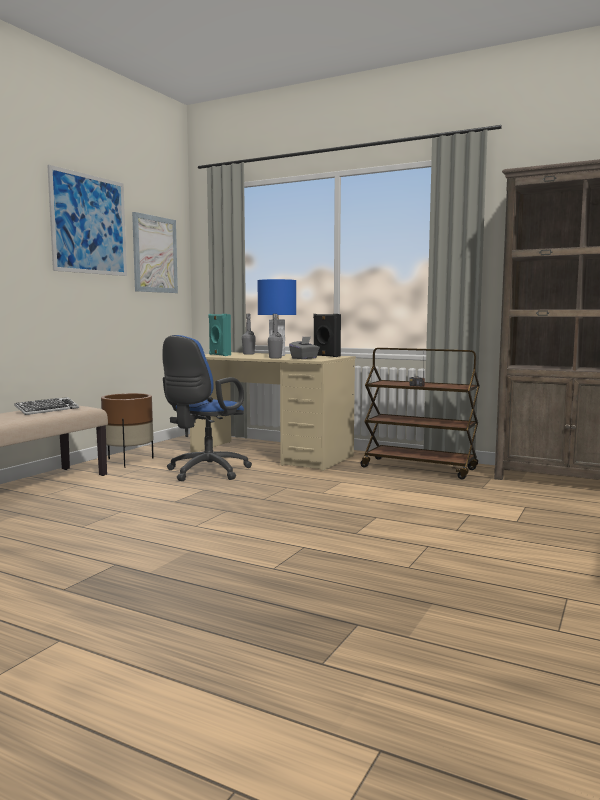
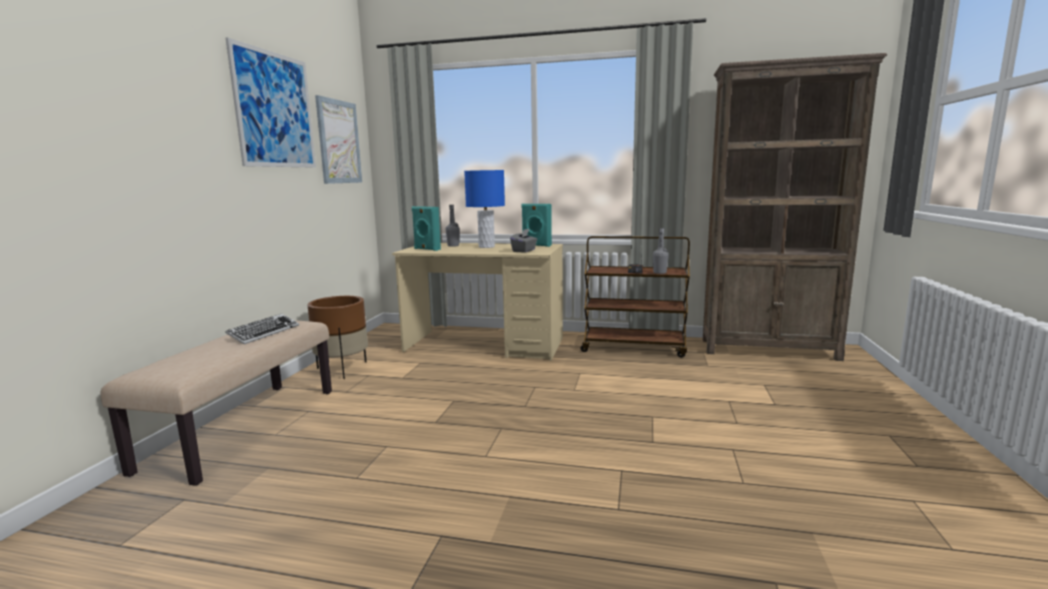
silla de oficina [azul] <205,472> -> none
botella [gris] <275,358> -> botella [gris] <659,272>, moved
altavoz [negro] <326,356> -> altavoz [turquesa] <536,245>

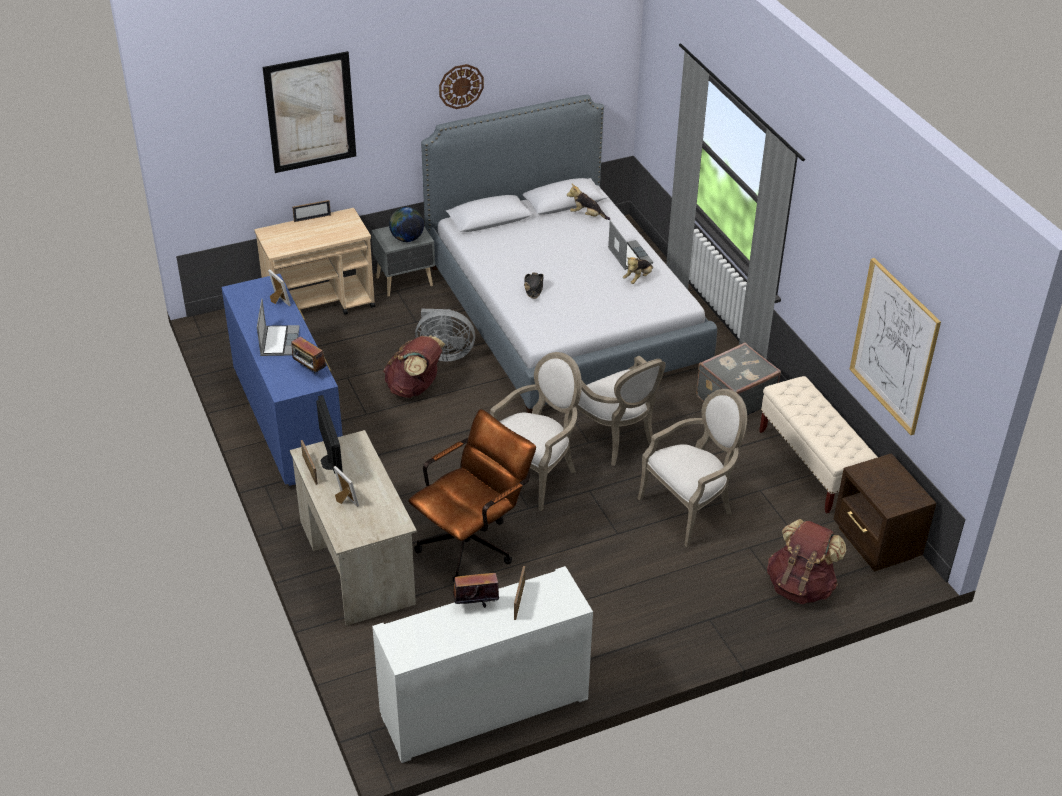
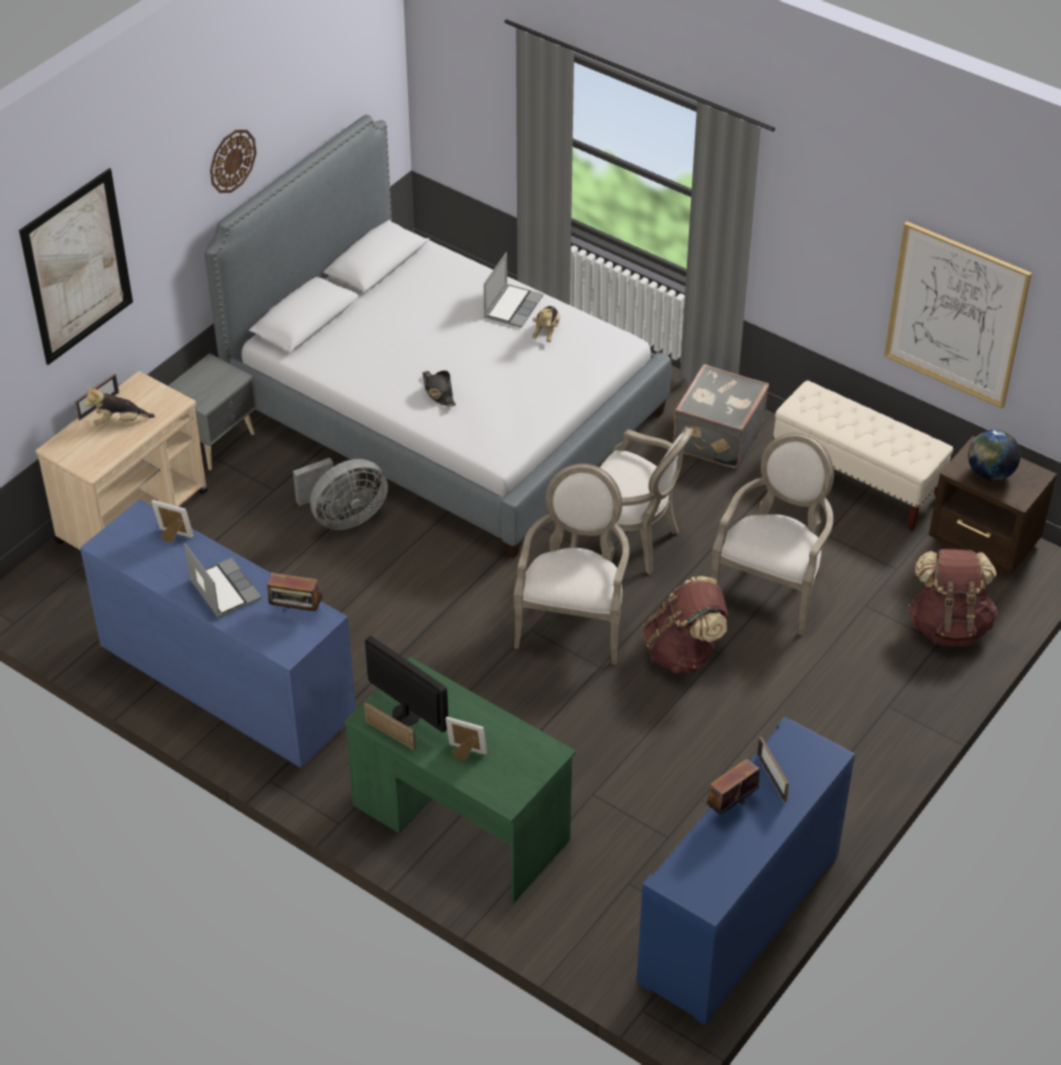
silla de oficina [marrón] <473,542> -> none
mochila [marrón] <415,388> -> mochila [marrón] <684,653>, moved
globo terráqueo <407,239> -> globo terráqueo <990,473>, moved
peluche <587,215> -> peluche <119,422>, moved
escritorio [beis] <356,562> -> escritorio [verde] <460,822>
armario [blanco] <484,706> -> armario [azul] <739,918>
portátil <629,256> -> portátil <512,306>, 75 degrees clockwise

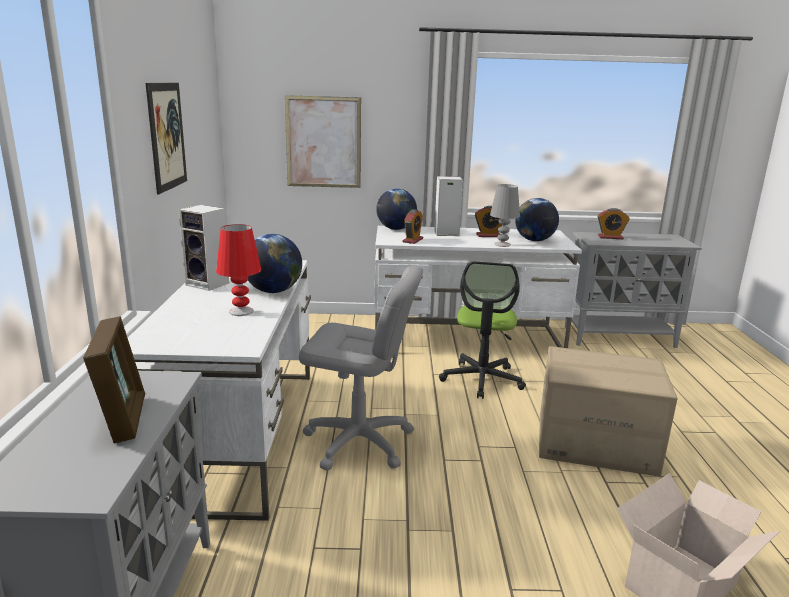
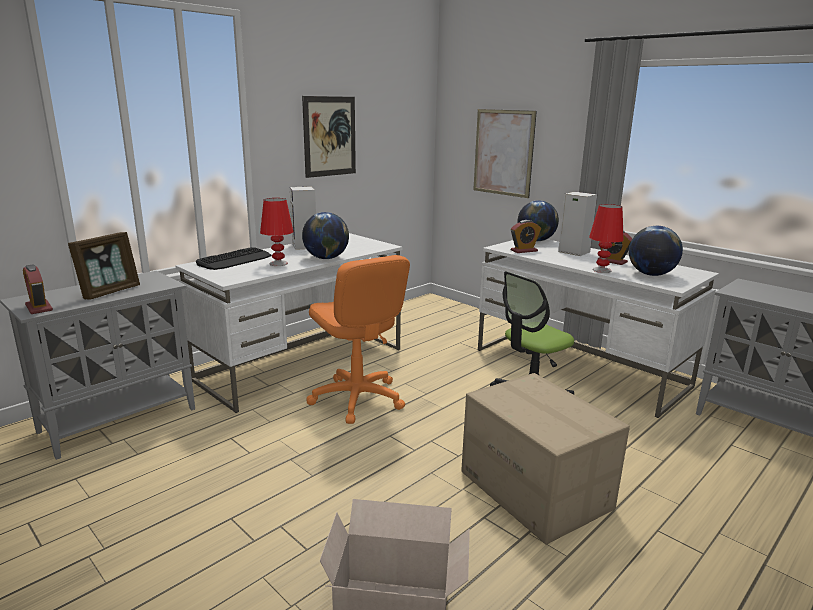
none -> teclado <235,260>
despertador <610,237> -> despertador <39,308>, moved
silla de oficina [gris] <359,442> -> silla de oficina [naranja] <357,399>
lámpara de mesa [gris] <502,244> -> lámpara de mesa [rojo] <601,270>

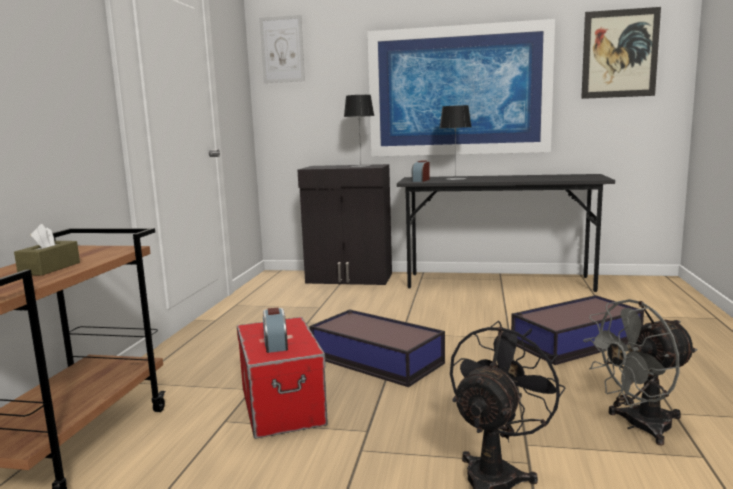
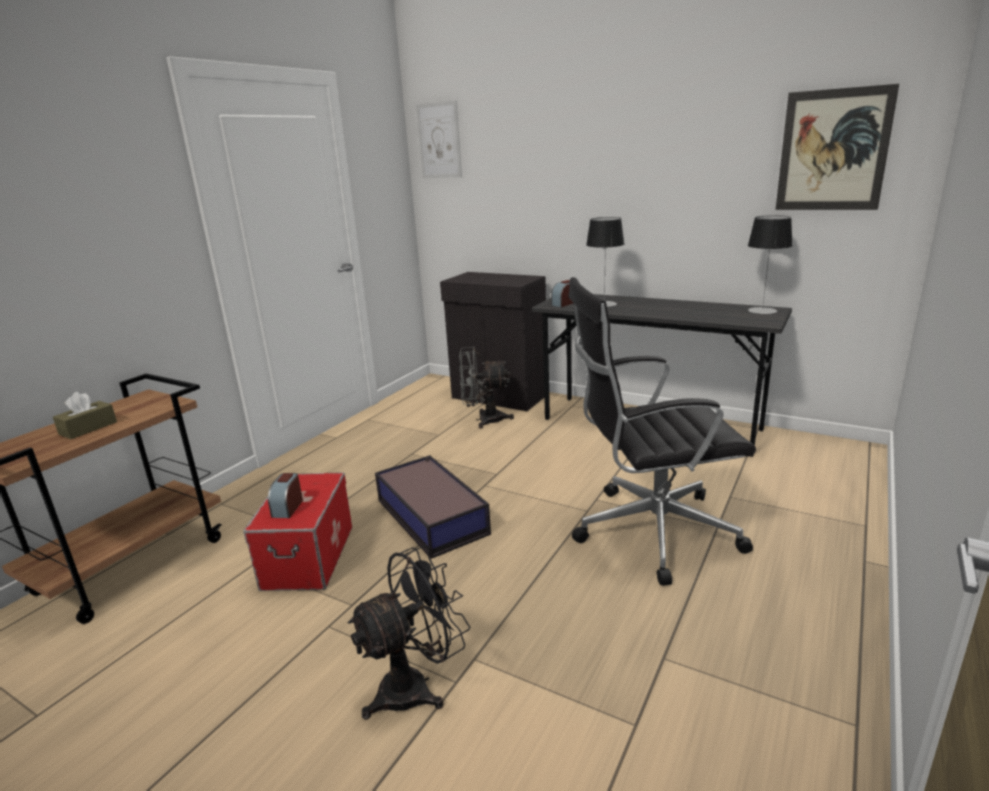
cuadro <458,91> -> none
lámpara de mesa <360,166> -> lámpara de mesa <762,311>, moved
ventilador [gris] <638,426> -> ventilador [gris] <484,420>, moved
caja de almacenaje <574,342> -> silla de oficina [negro] <651,531>

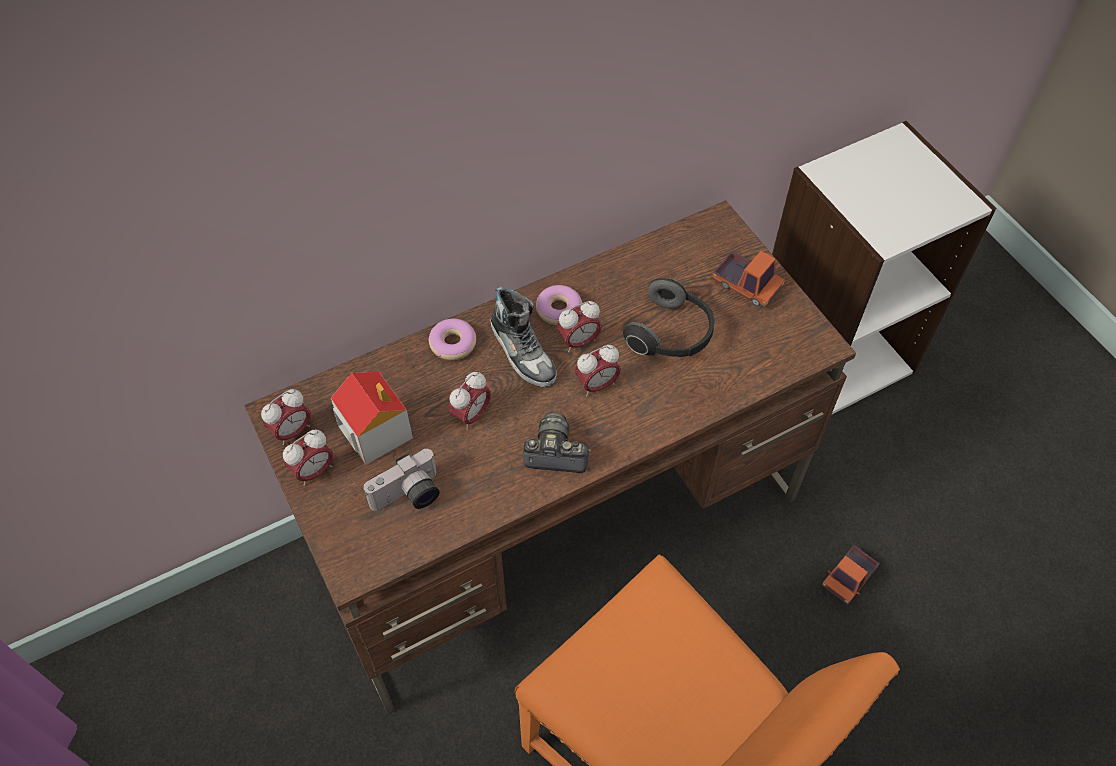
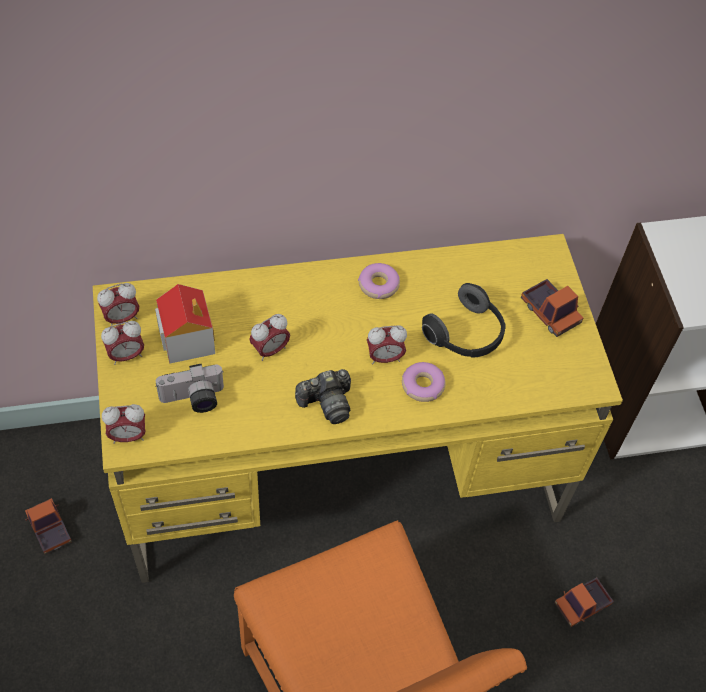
zapato <523,351> -> none
none -> camión de juguete <49,529>
rosquilla <452,343> -> rosquilla <422,385>, moved
despertador <578,341> -> despertador <128,436>, moved
escritorio [marrón] <557,522> -> escritorio [amarillo] <343,472>
cámara <555,453> -> cámara <327,403>, 135 degrees clockwise

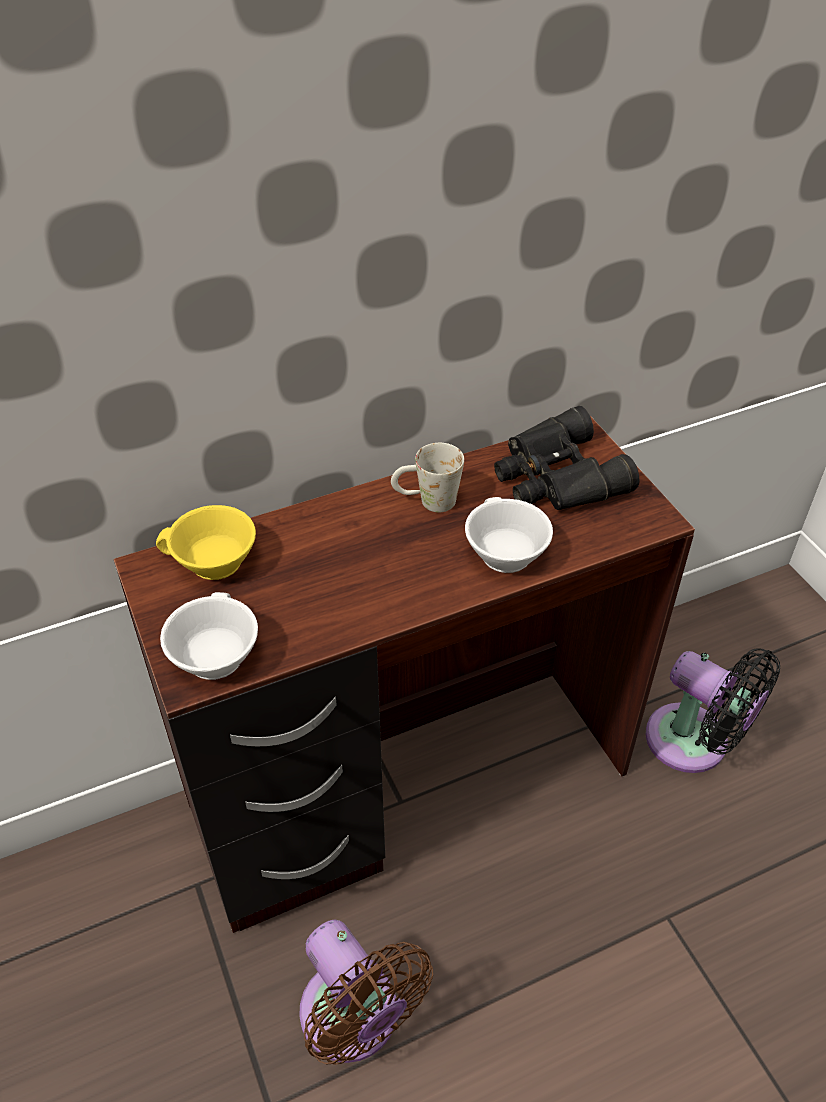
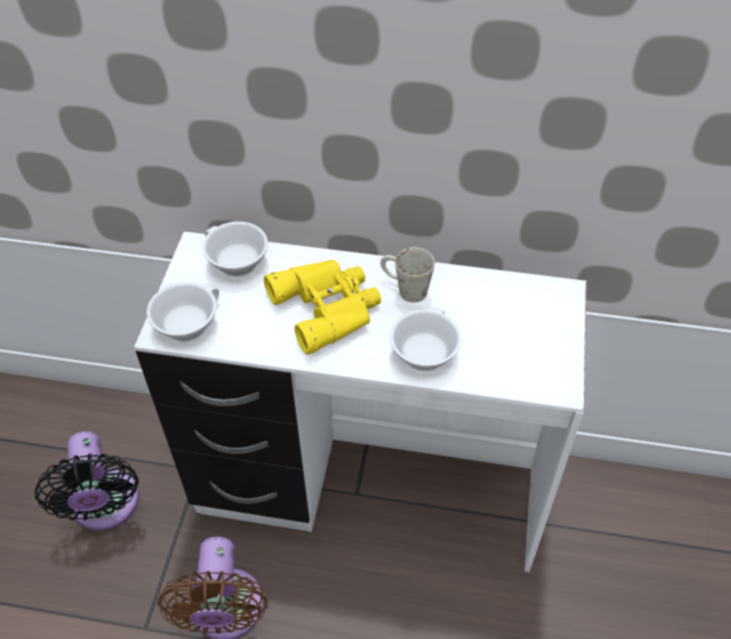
prismáticos [negro] <556,477> -> none
none -> prismáticos [amarillo] <328,307>
ventilador [negro] <694,744> -> ventilador [negro] <105,507>, moved
escritorio [marrón] <412,791> -> escritorio [blanco] <369,492>
taza [amarillo] <212,563> -> taza [blanco] <235,263>

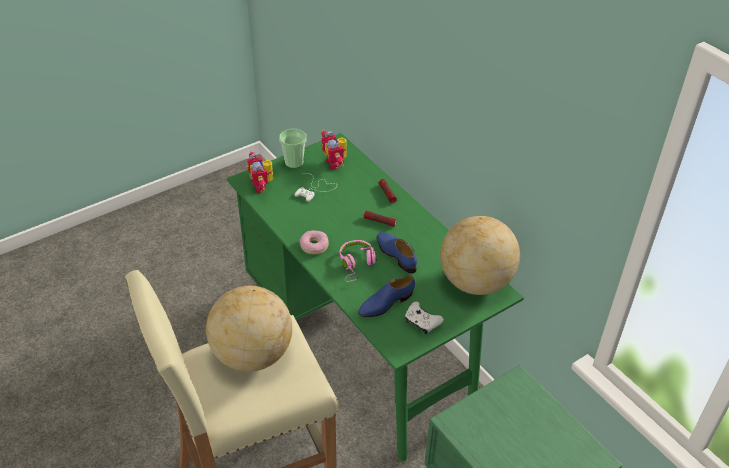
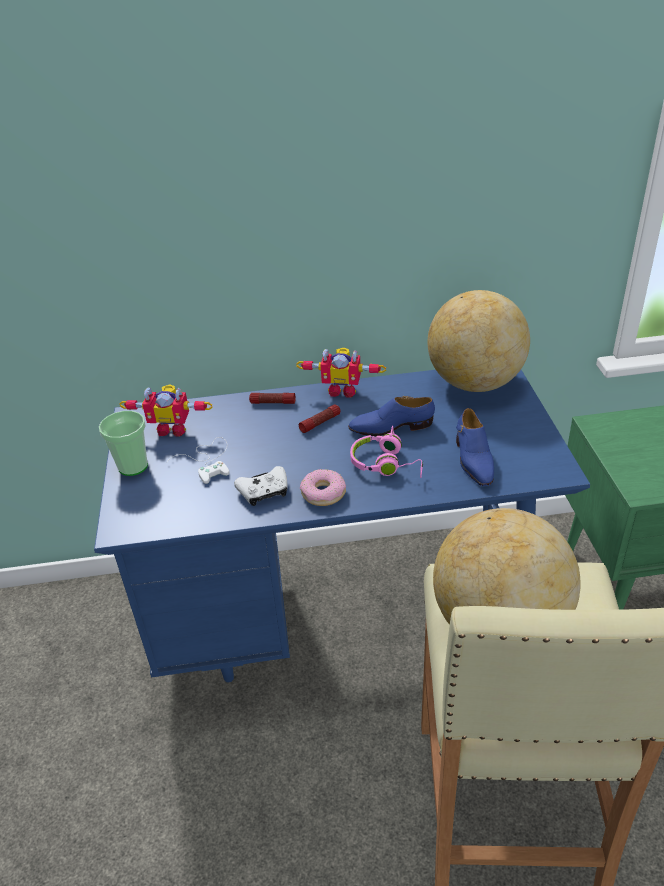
robot de juguete <262,186> -> robot de juguete <342,390>, moved
mando de consola [blanco] <422,322> -> mando de consola [blanco] <264,492>, moved
escritorio [verde] <363,349> -> escritorio [azul] <343,613>

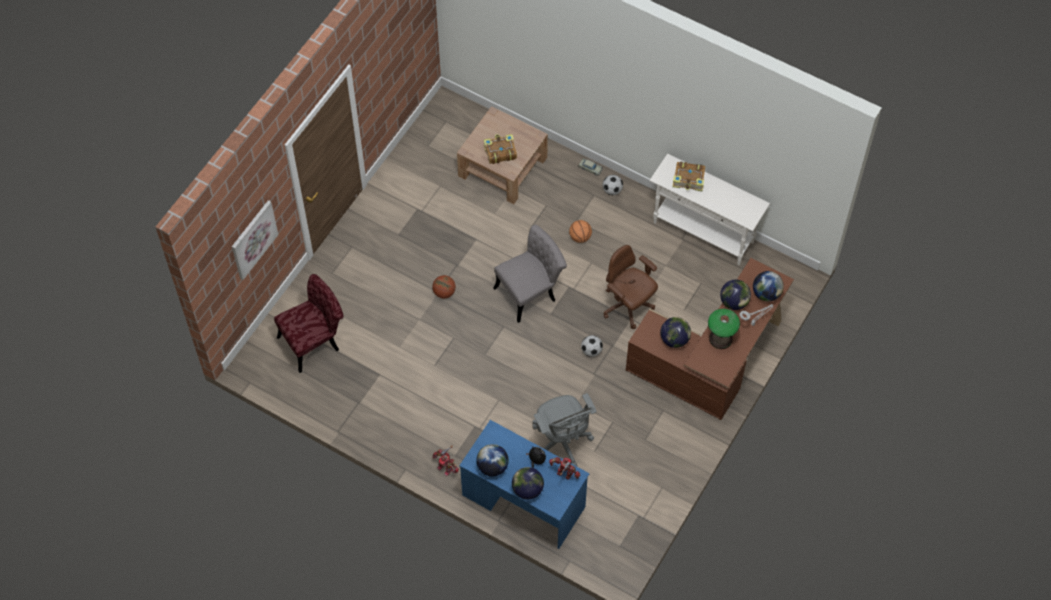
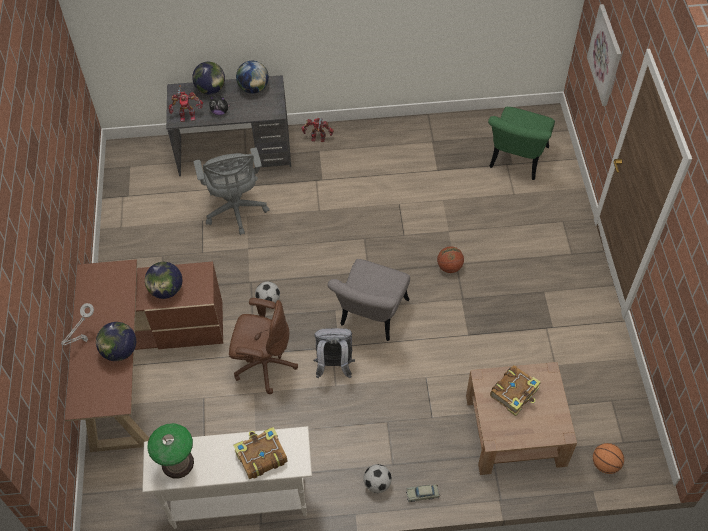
globo terráqueo <766,293> -> none
none -> mochila [gris] <334,366>
balón de baloncesto <580,237> -> balón de baloncesto <605,464>, moved
lámpara de mesa <720,339> -> lámpara de mesa <177,462>, moved
silla [rojo] <314,341> -> silla [verde] <516,162>
escritorio [azul] <523,501> -> escritorio [gris] <235,152>
silla de oficina [gris] <562,442> -> silla de oficina [gris] <236,211>, 135 degrees counterclockwise

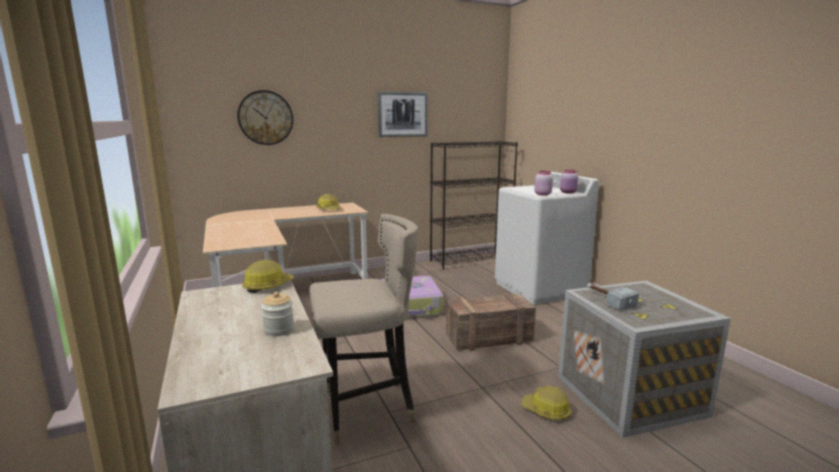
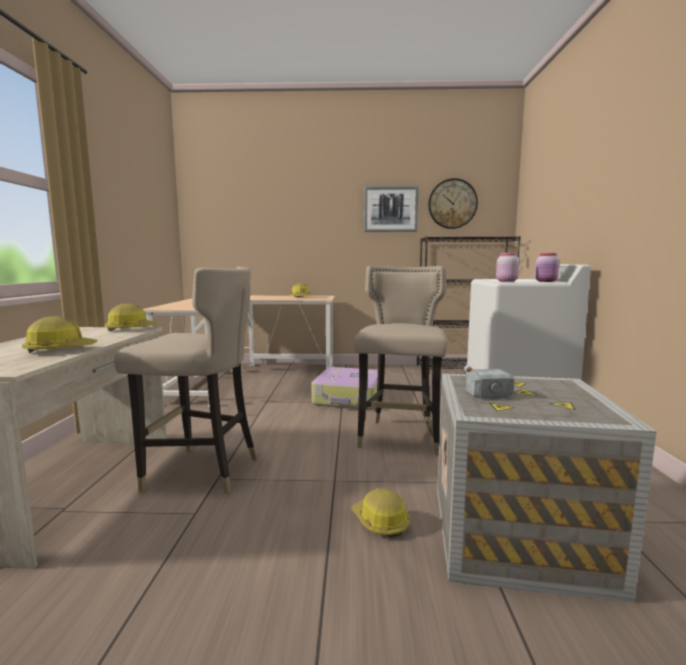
reloj de pared <265,118> -> reloj de pared <452,204>, moved
tarro <279,330> -> casco <60,350>
caja de embalaje <490,338> -> taburete [beis] <400,437>

